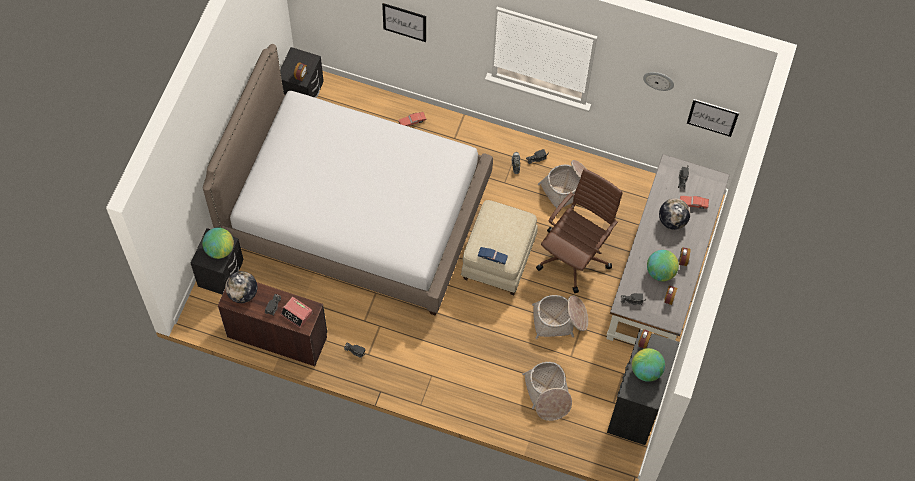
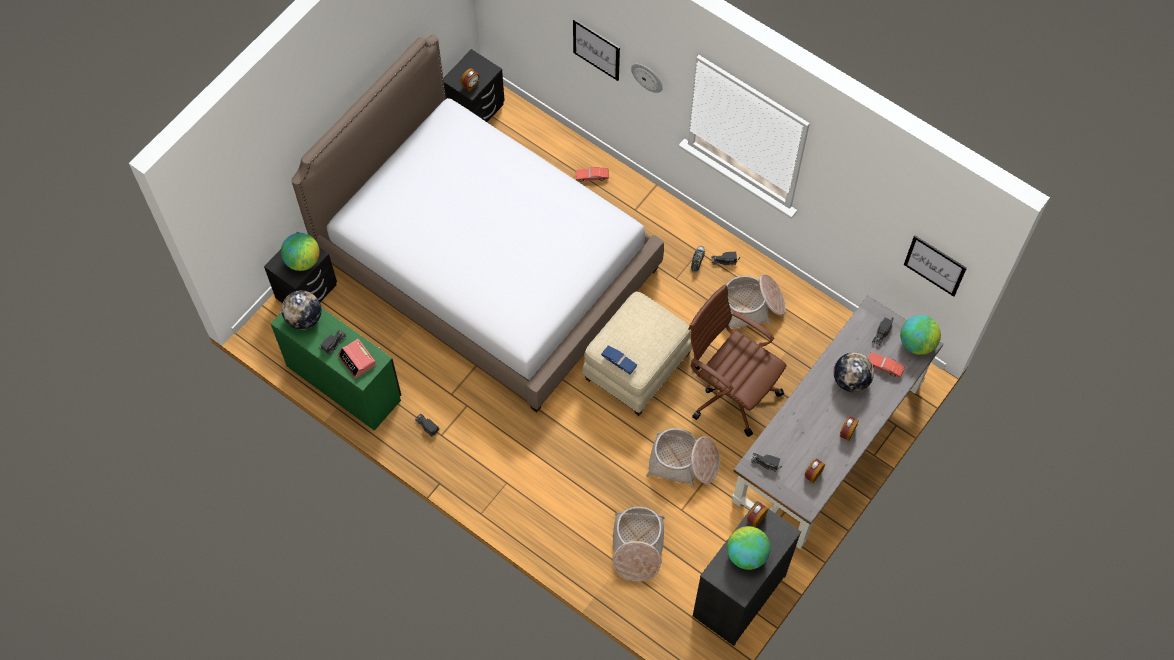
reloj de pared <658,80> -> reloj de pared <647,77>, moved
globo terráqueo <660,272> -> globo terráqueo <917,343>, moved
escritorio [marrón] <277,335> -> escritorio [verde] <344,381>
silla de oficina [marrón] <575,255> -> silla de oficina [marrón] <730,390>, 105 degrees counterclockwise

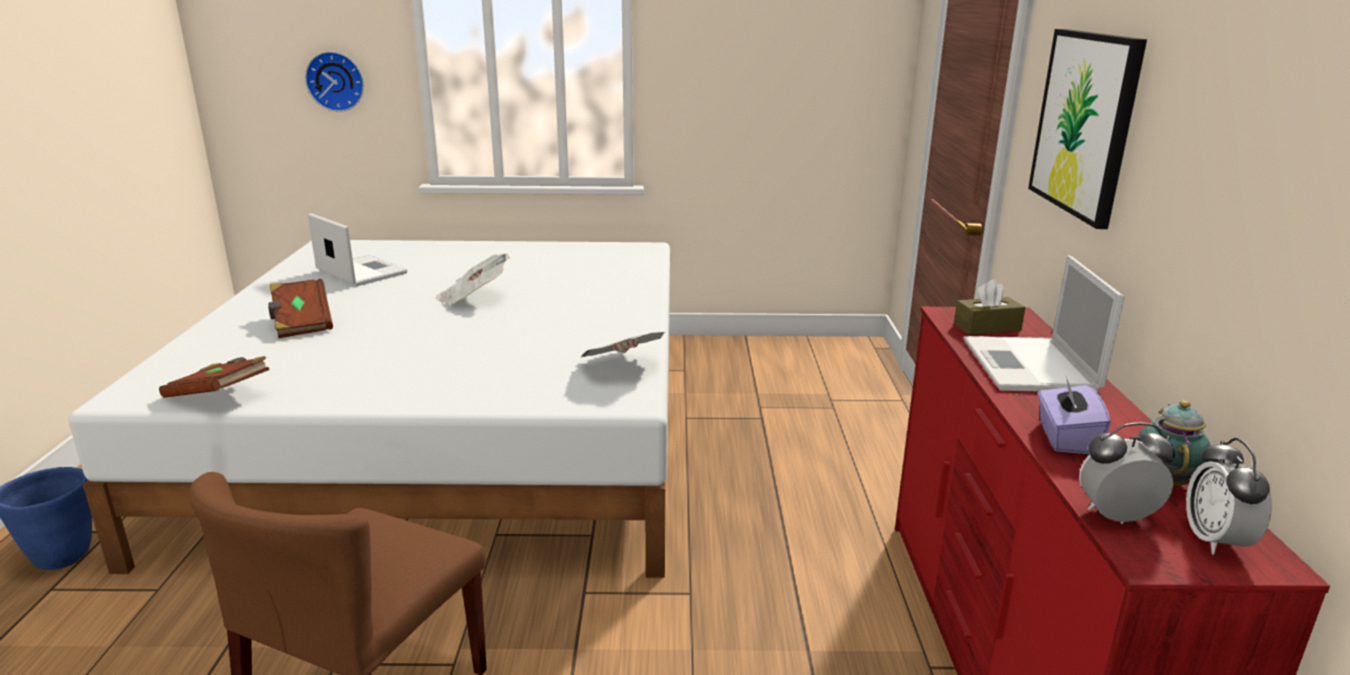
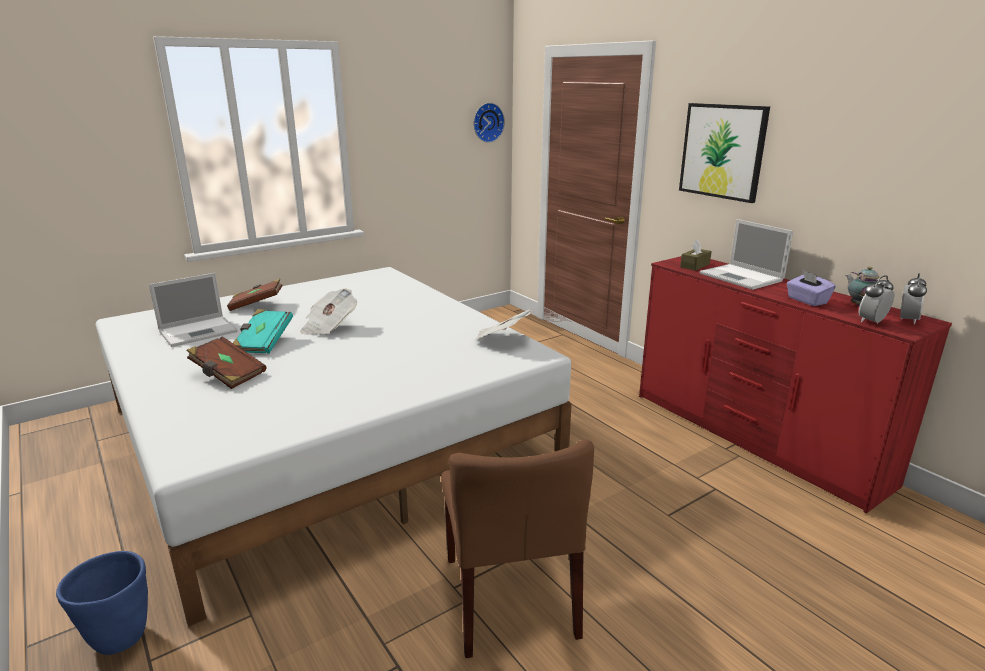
none -> libro [turquesa] <263,343>
libro [marrón] <220,395> -> libro [marrón] <257,305>, moved
reloj de pared <336,81> -> reloj de pared <487,122>, moved
portátil <360,271> -> portátil <199,331>, 135 degrees clockwise
despertador <1215,541> -> despertador <907,320>, 120 degrees counterclockwise

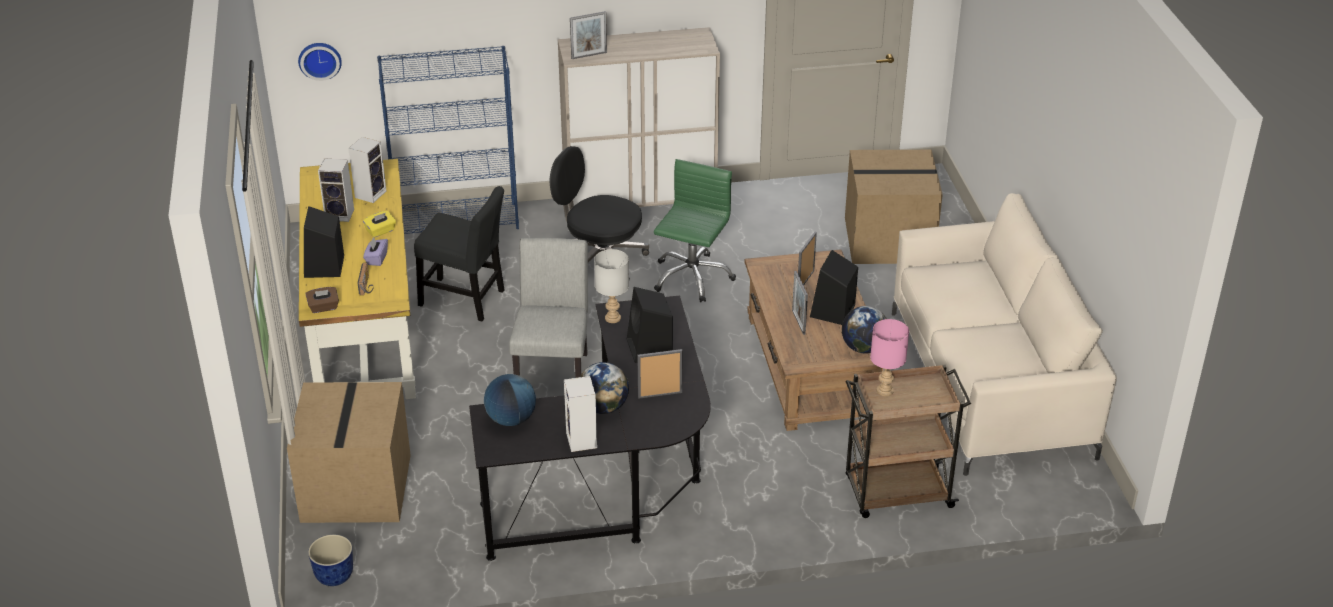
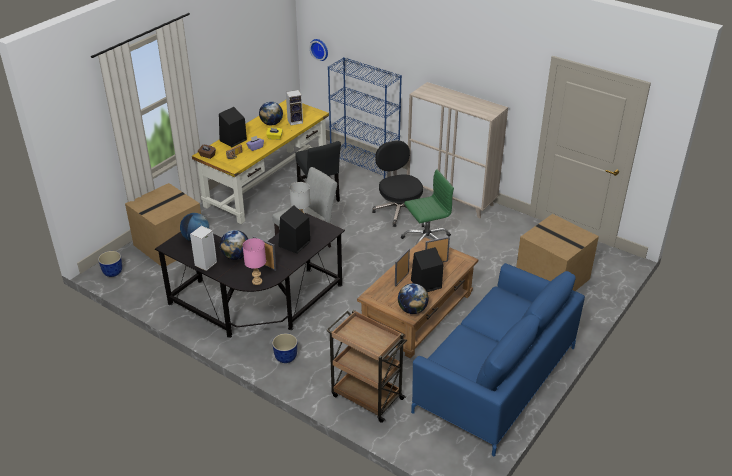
portarretratos <589,55> -> none
none -> maceta <286,357>
lámpara de mesa [rosa] <884,390> -> lámpara de mesa [rosa] <257,281>, moved
altavoz <341,214> -> globo terráqueo <271,123>
sofá [beis] <990,382> -> sofá [azul] <496,379>

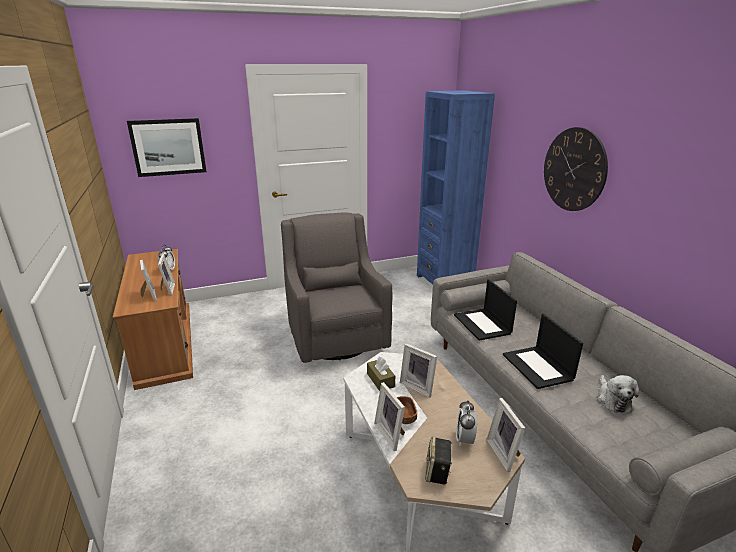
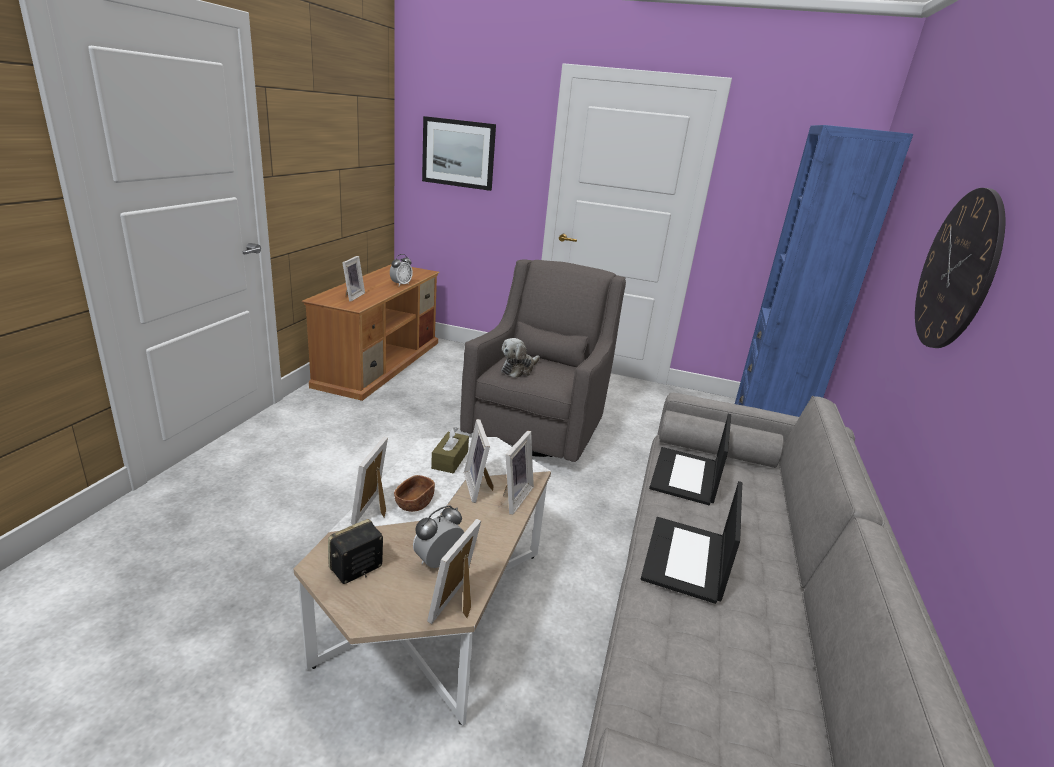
portarretratos <166,290> -> portarretratos <512,497>, moved
peluche <612,399> -> peluche <518,370>, moved

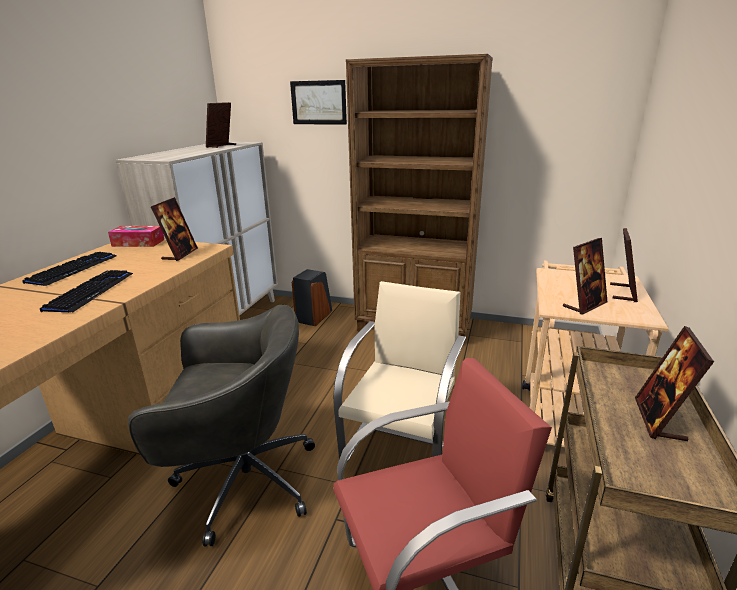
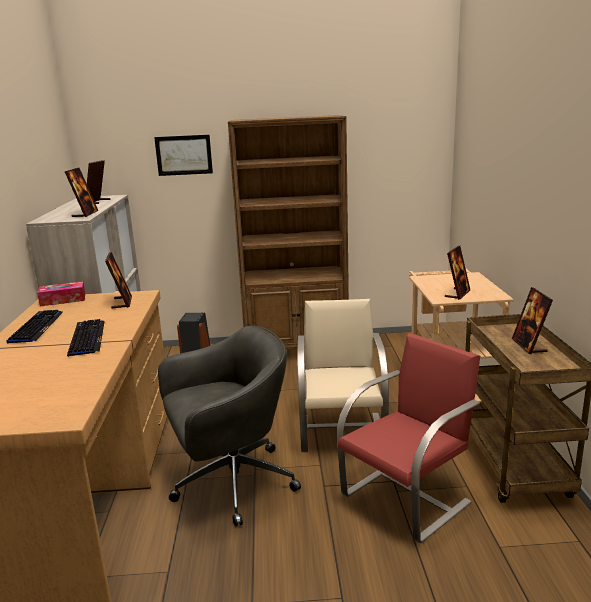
portarretratos <623,292> -> portarretratos <85,214>, moved

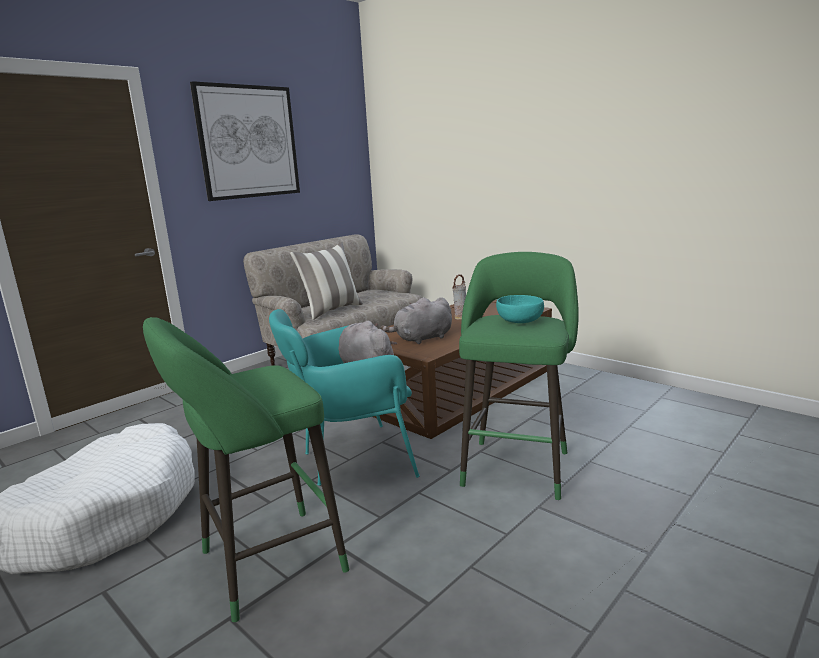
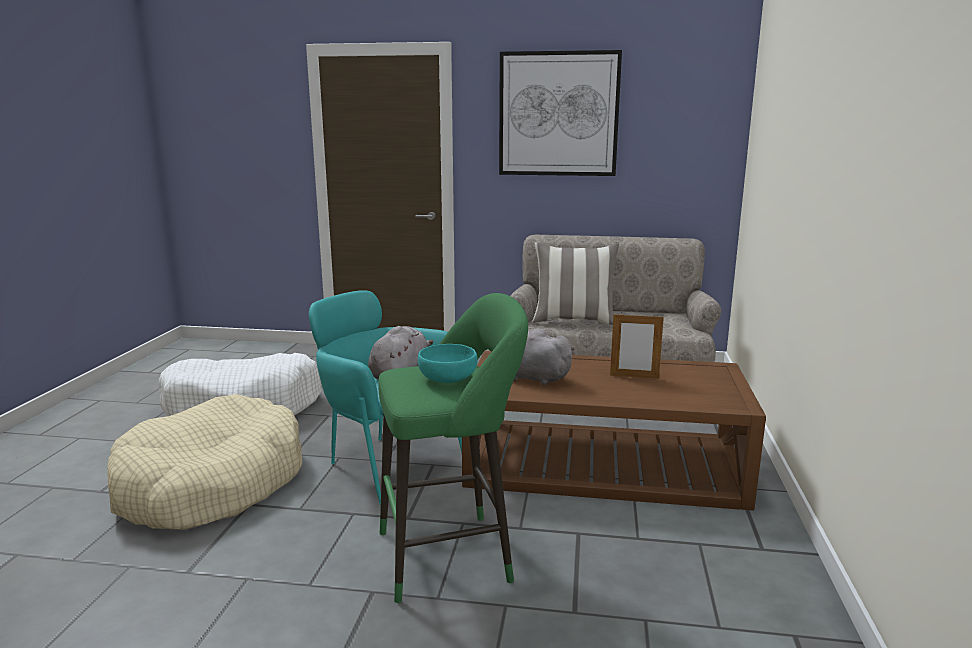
taburete [verde] <264,564> -> cama para perro [beis] <211,484>
florero <460,318> -> portarretratos <634,376>

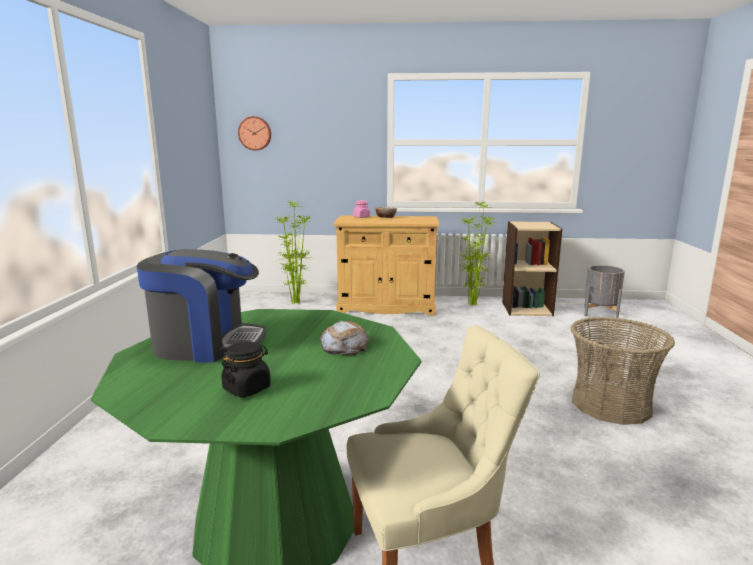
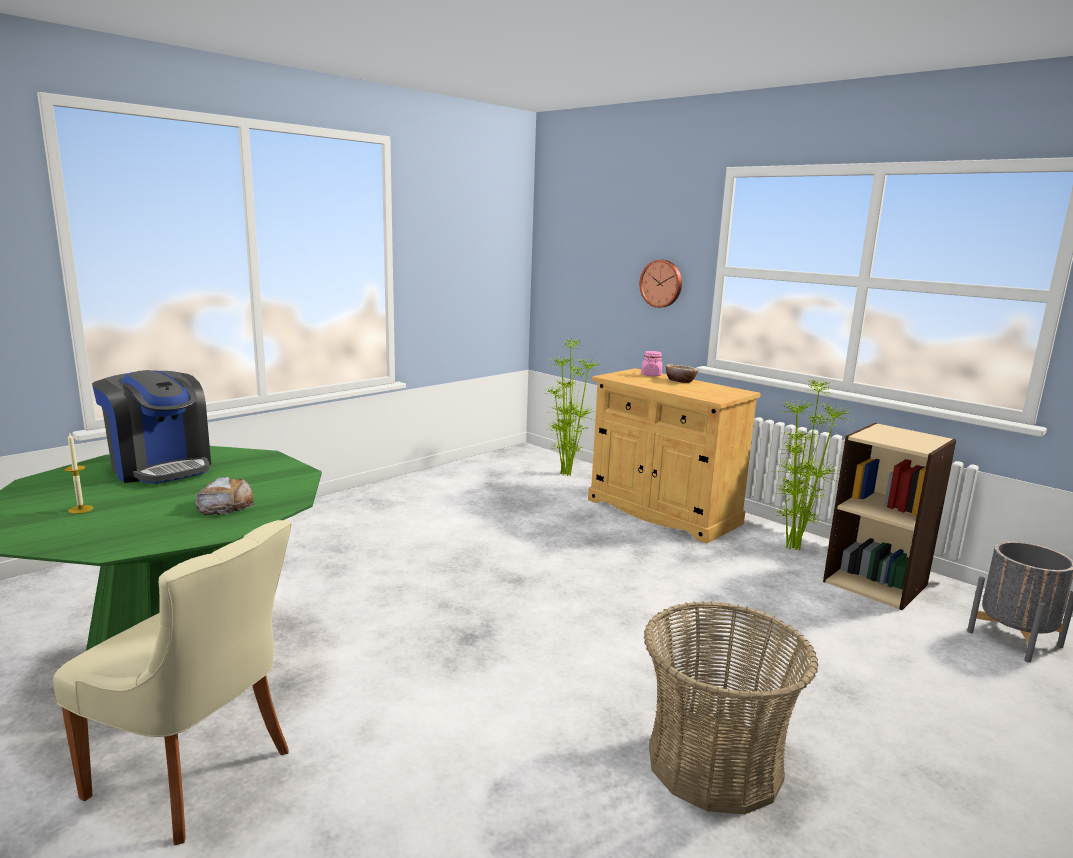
reloj de pared <255,133> -> reloj de pared <662,283>, moved
tarro [negro] <247,388> -> vela <81,509>

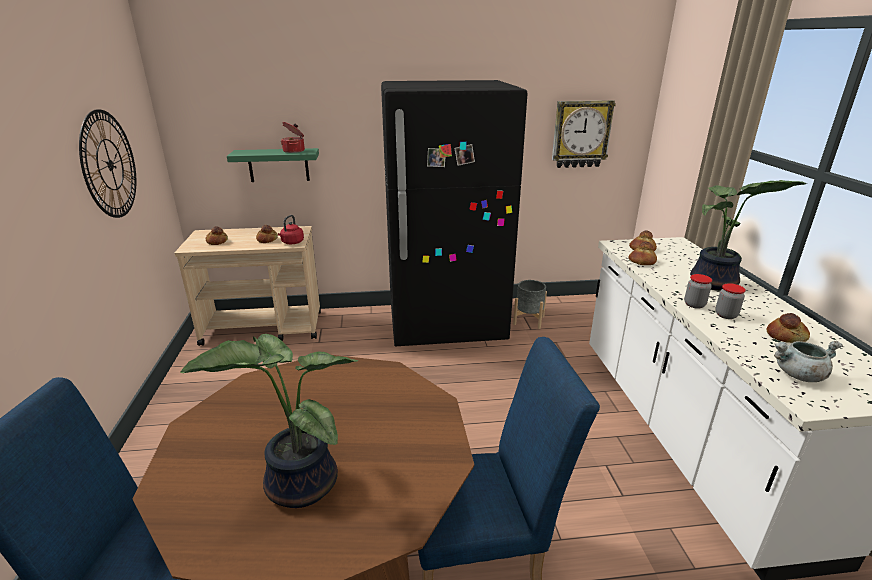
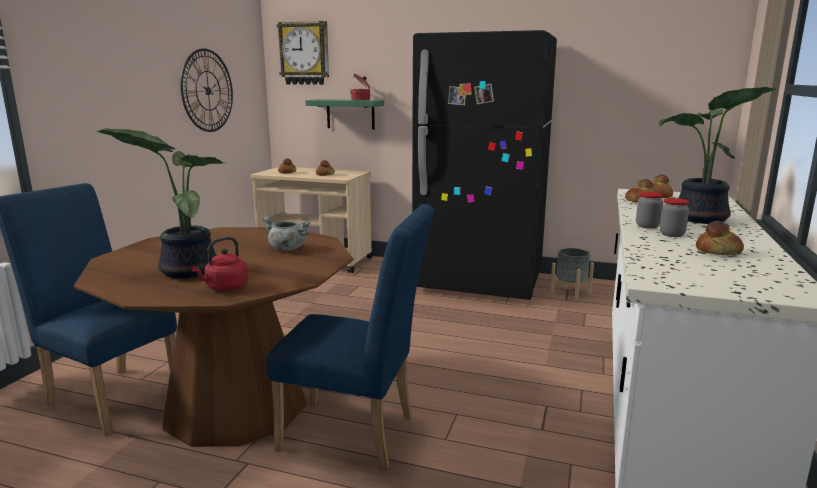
hervidor [rojo] <292,243> -> hervidor [rojo] <225,287>, moved
reloj de pared <581,134> -> reloj de pared <304,53>, moved
olla [gris] <799,375> -> olla [gris] <287,249>, moved

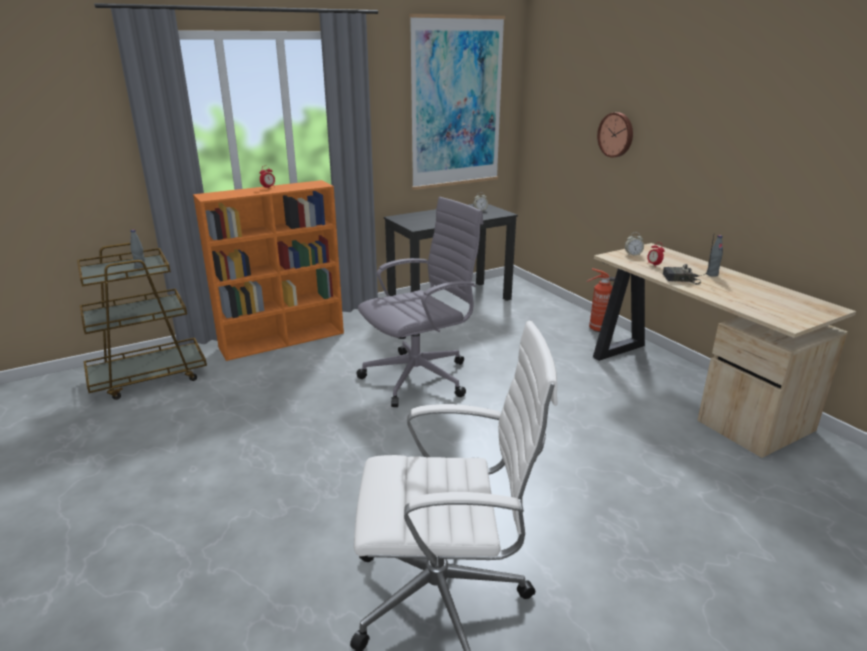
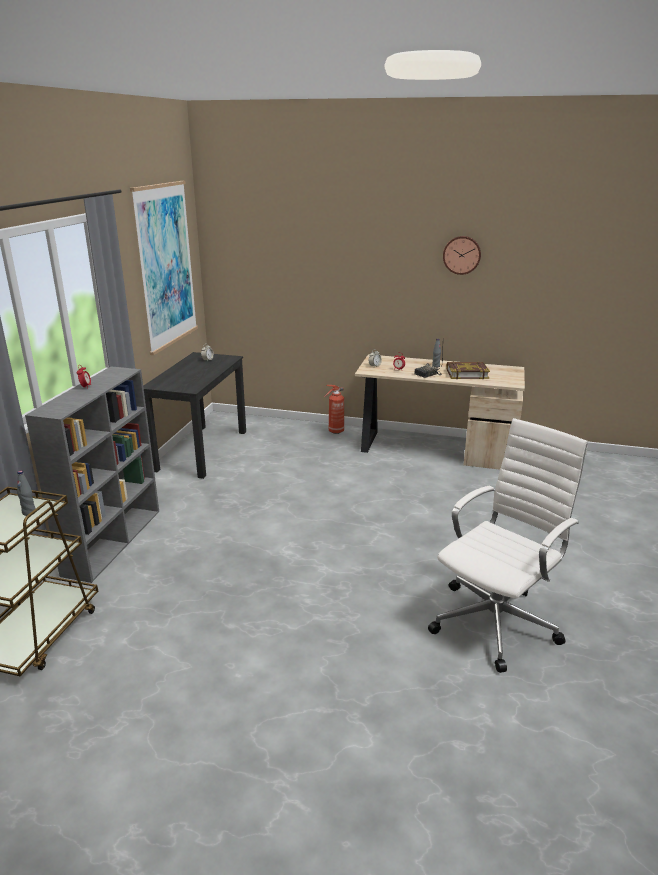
silla de oficina [gris] <420,377> -> none
none -> libro <467,373>
reloj de pared <616,135> -> reloj de pared <462,255>, moved
estantería [naranja] <283,340> -> estantería [gris] <114,540>

